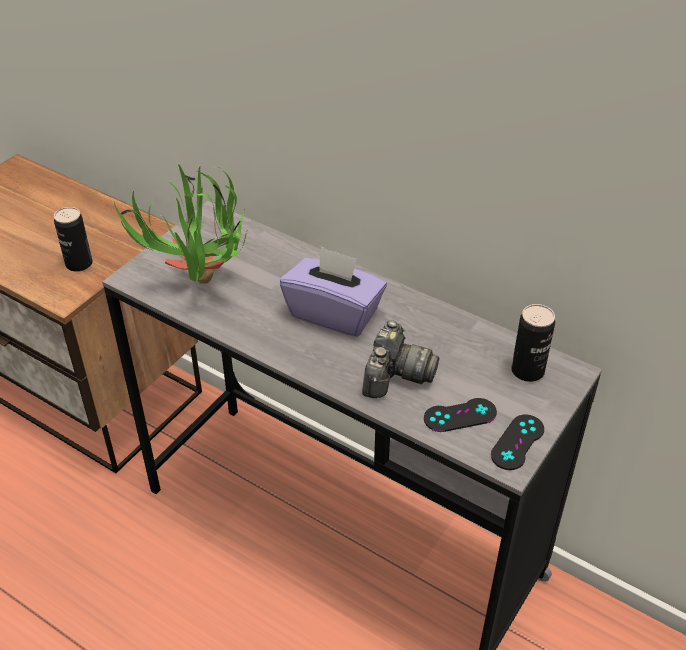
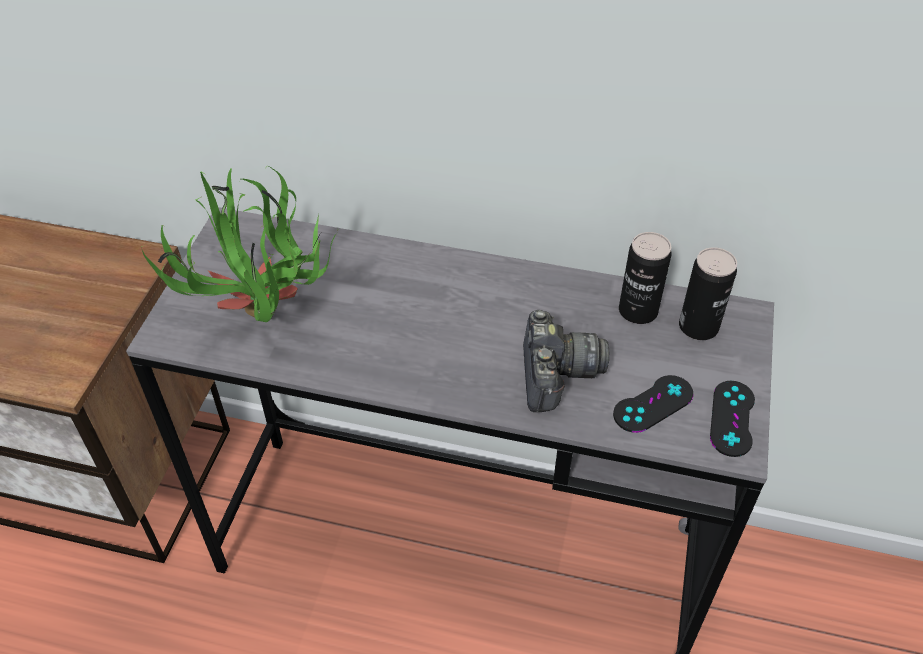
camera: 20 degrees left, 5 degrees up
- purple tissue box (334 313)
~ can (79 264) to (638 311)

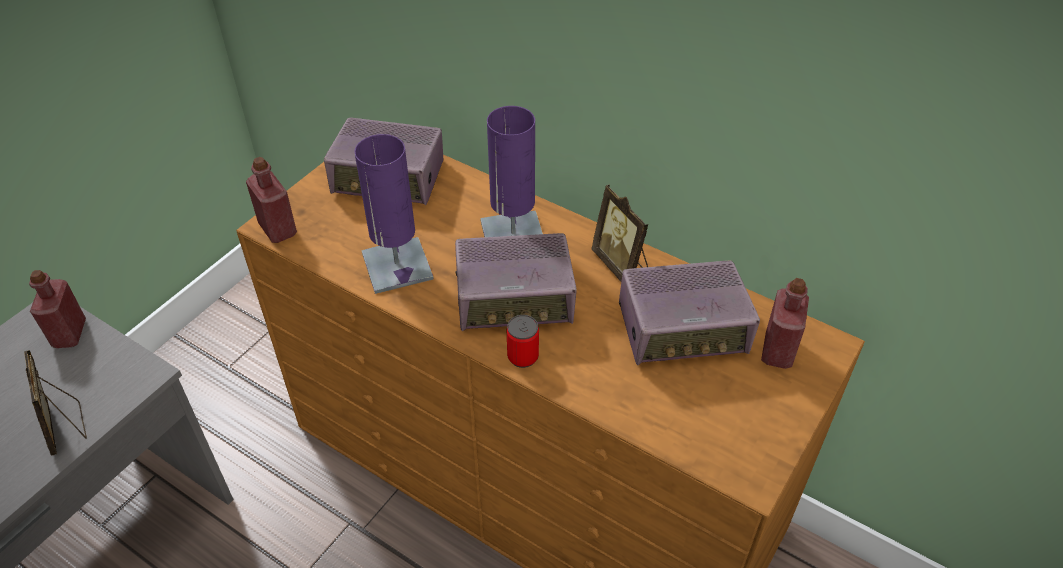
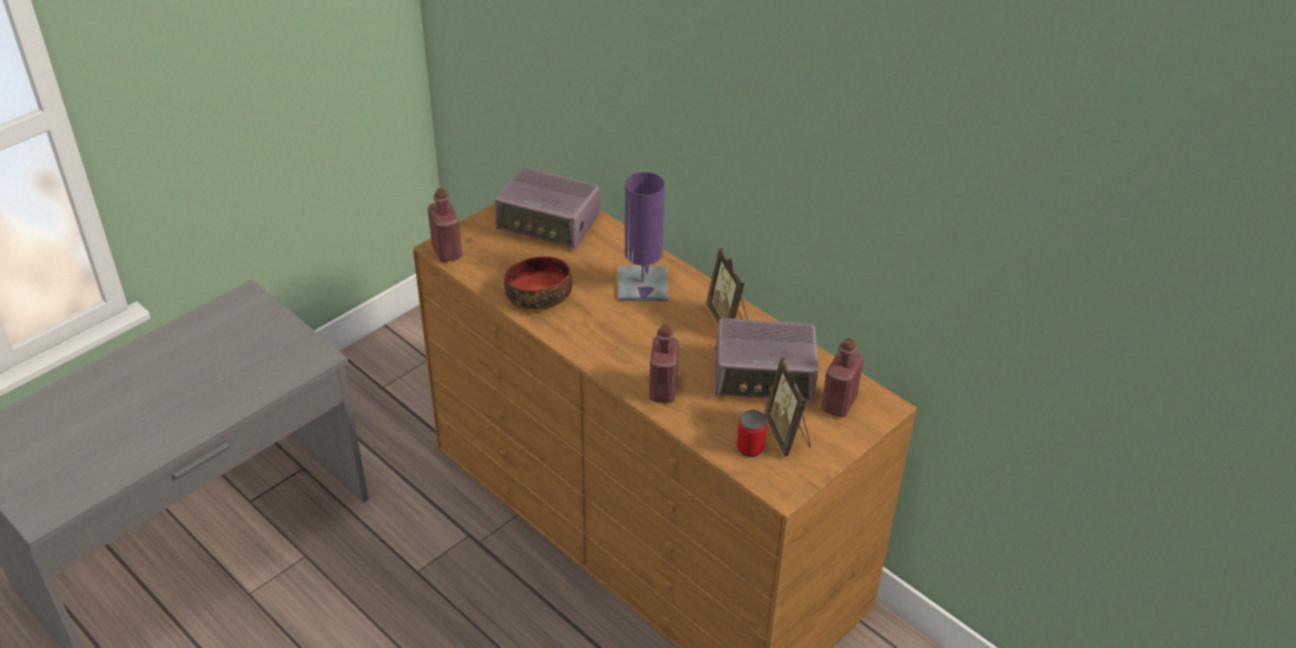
camera: 10 degrees right, 5 degrees down
- radio (515 299)
~ picture frame (66 427) to (788 435)
~ red bottle (69 333) to (663 390)
~ can (523 356) to (750 448)
~ purple table lamp (397 266) to bowl (539 294)

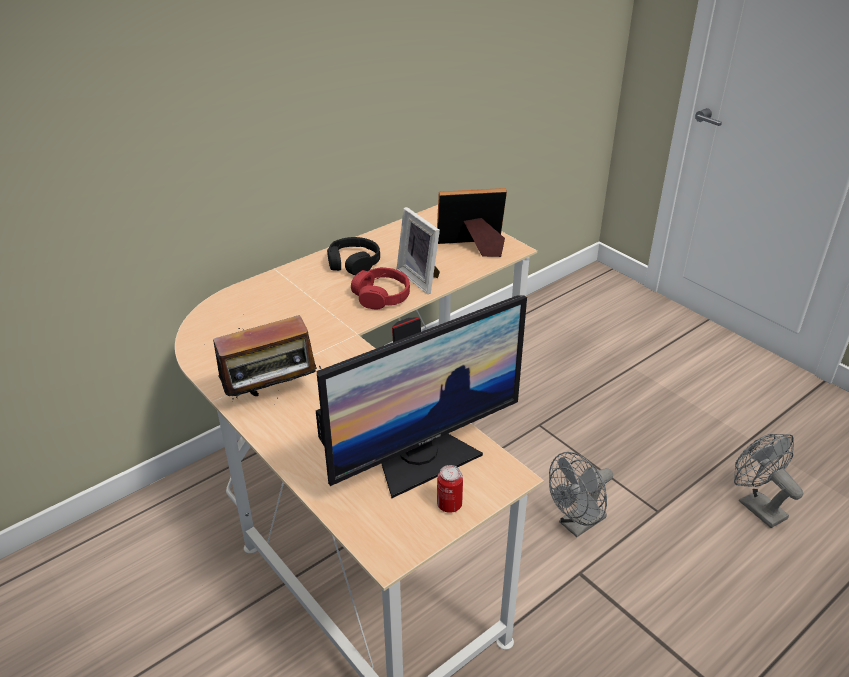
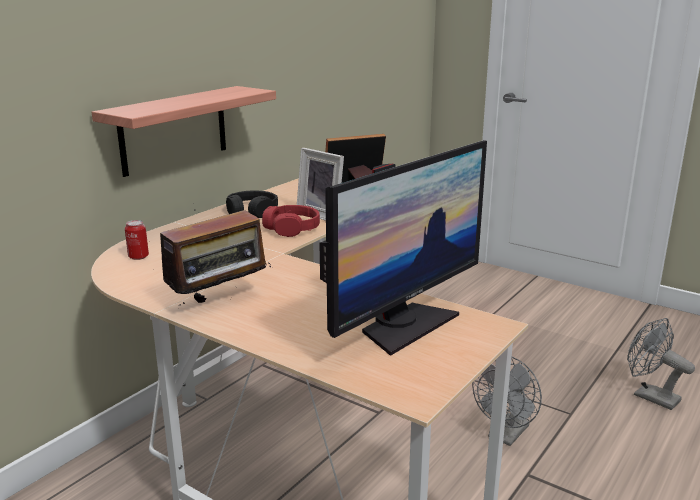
camera: 15 degrees left, 15 degrees down
+ shelf (174 130)
~ can (449 504) to (138 257)

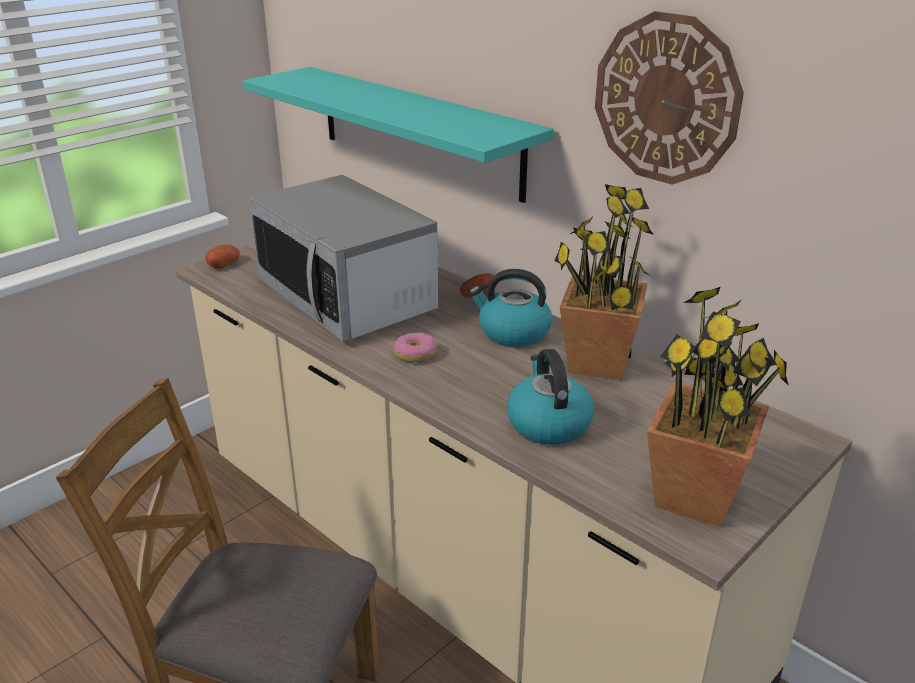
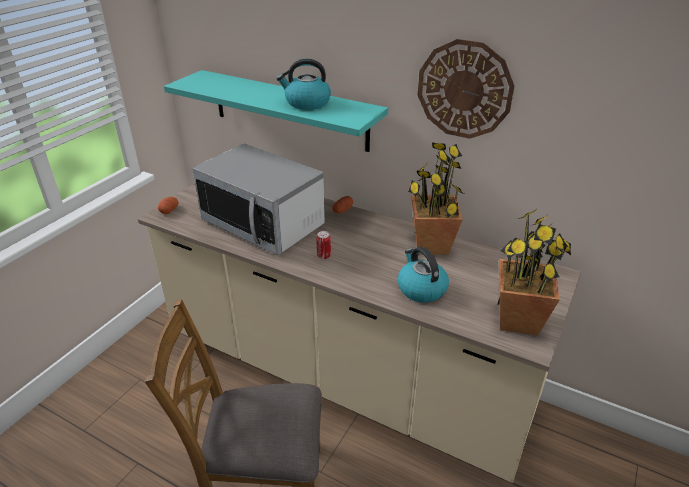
camera: 15 degrees left, 5 degrees up
~ kettle (513 332) to (306 103)
~ donut (415 354) to can (324 256)

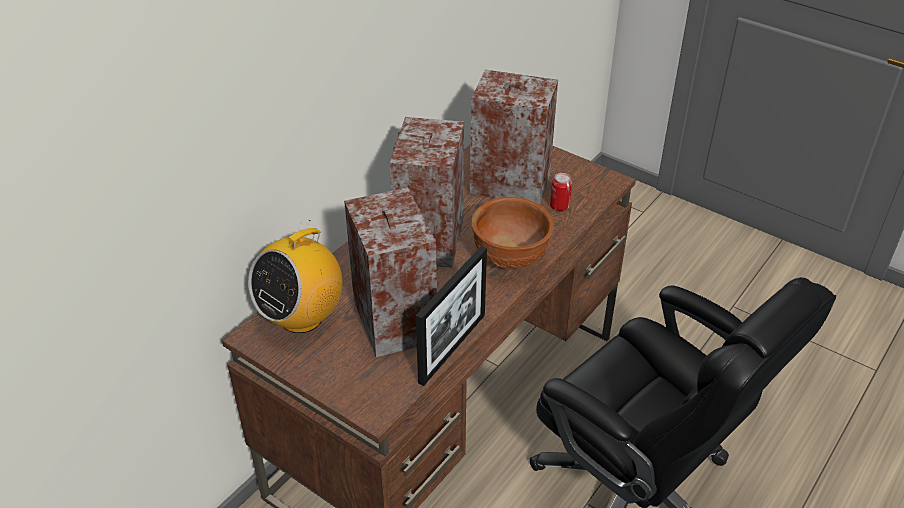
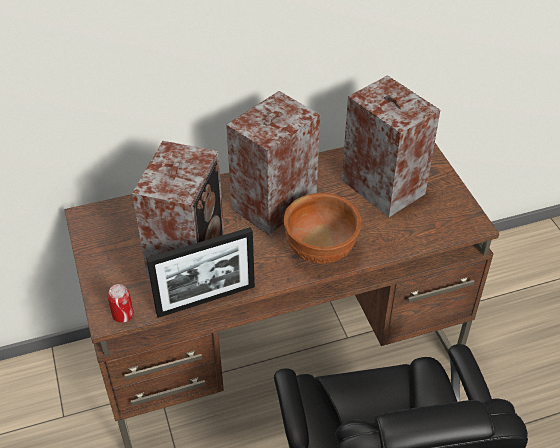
camera: 35 degrees right, 5 degrees up
- radio (302 317)
~ can (559 206) to (123 315)

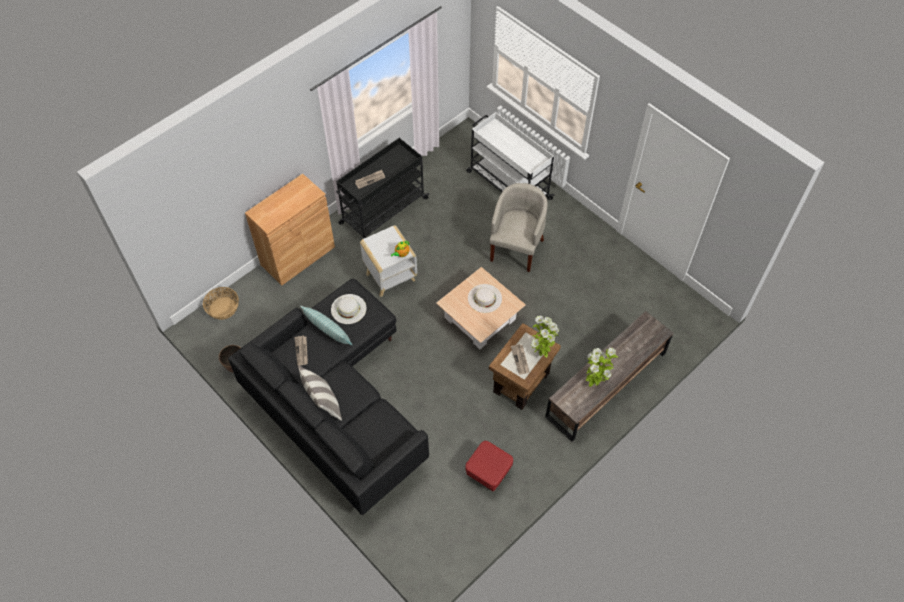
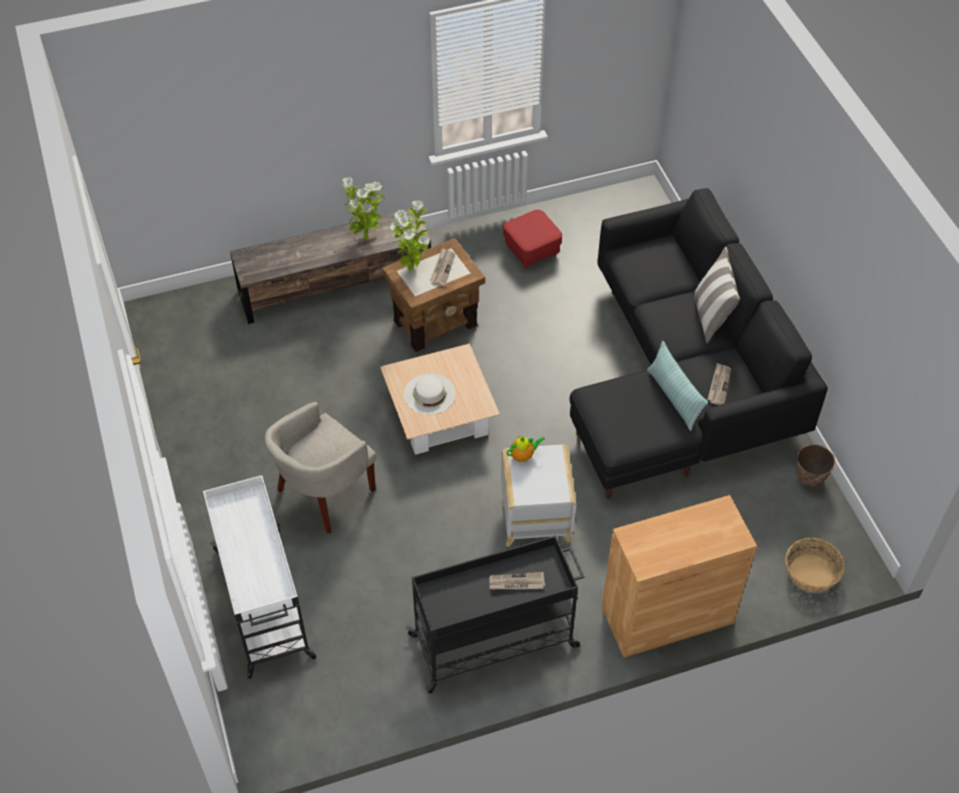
camera: 155 degrees left, 5 degrees down
- white hat (348 309)

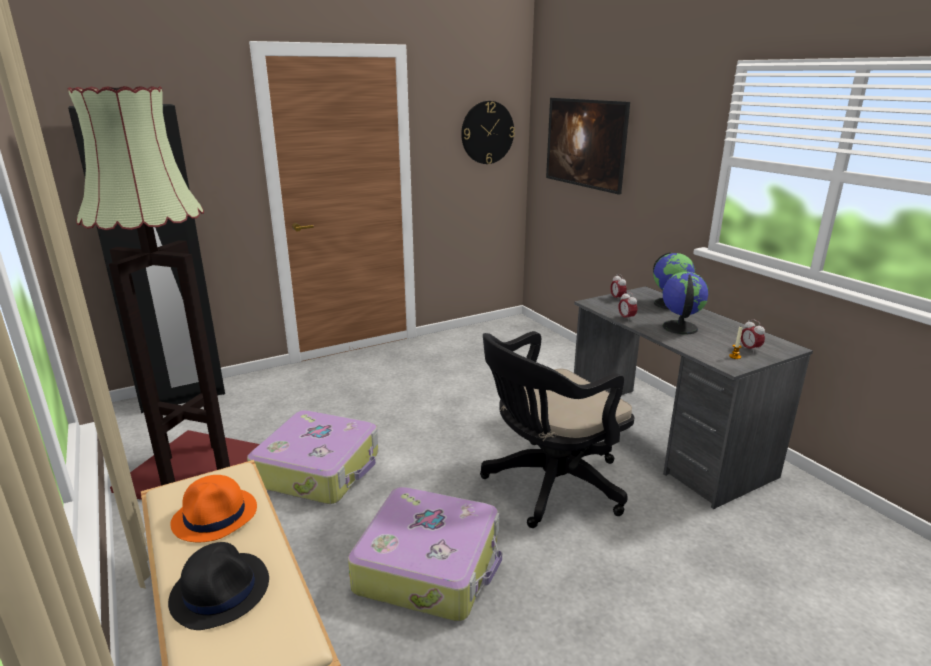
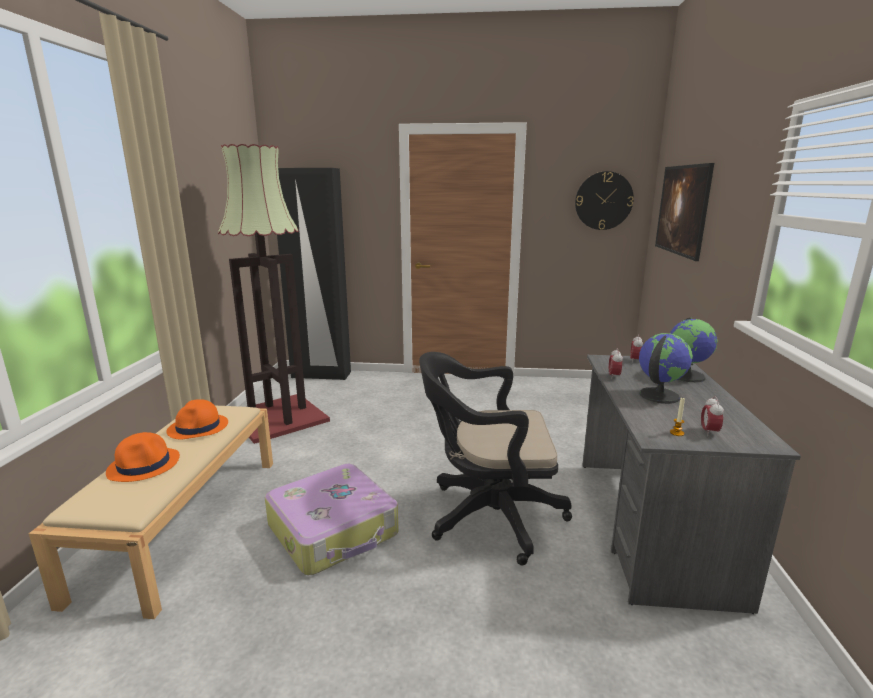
camera: 35 degrees right, 5 degrees down
- suitcase (319 469)
~ black hat (220 590) to orange hat (144 465)

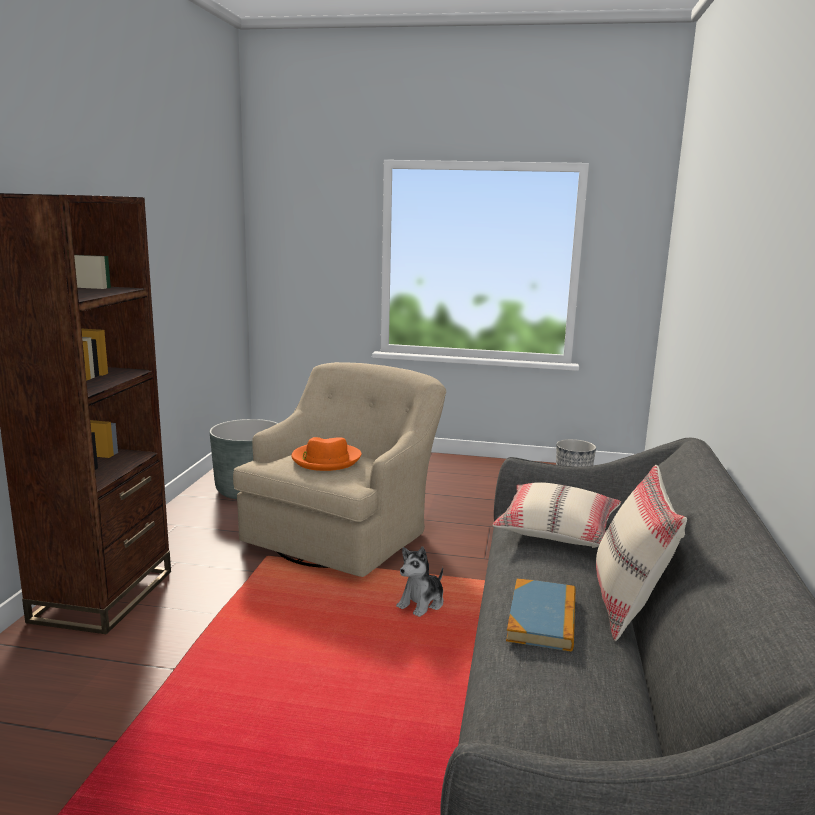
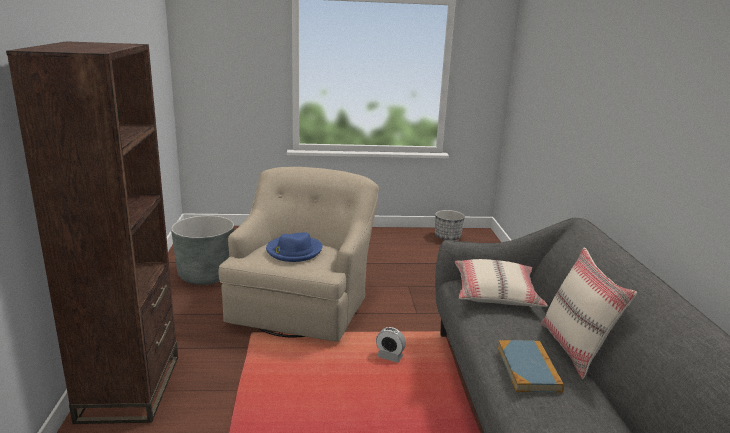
camera: 15 degrees left, 5 degrees up
~ plush toy (422 603) to alarm clock (389 357)
~ orange hat (325 460) to blue hat (293 251)

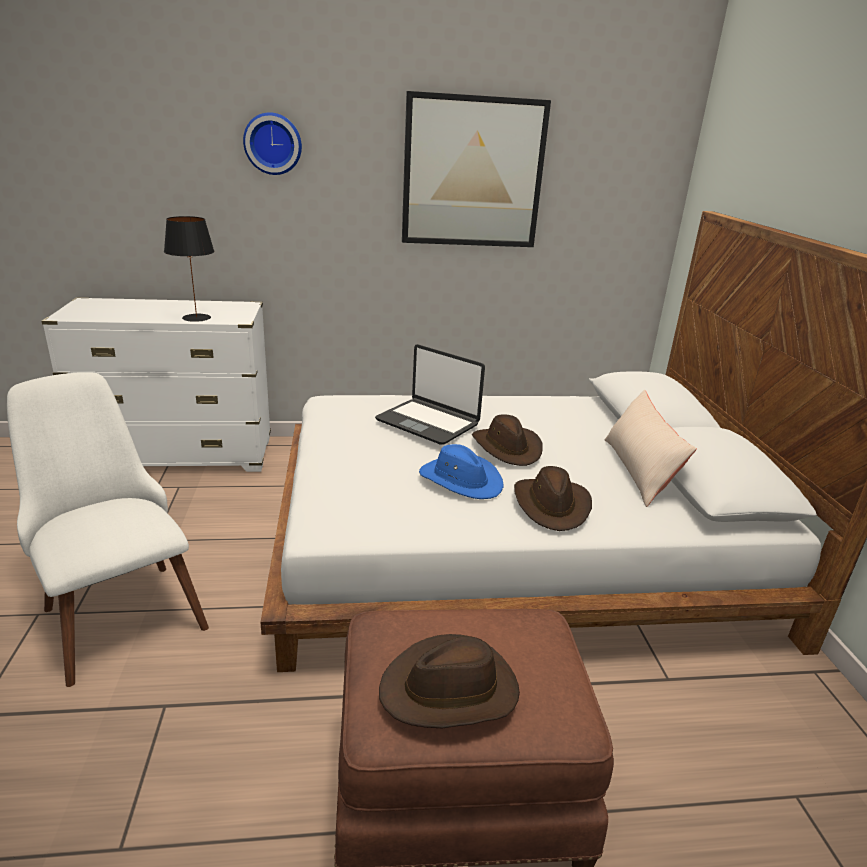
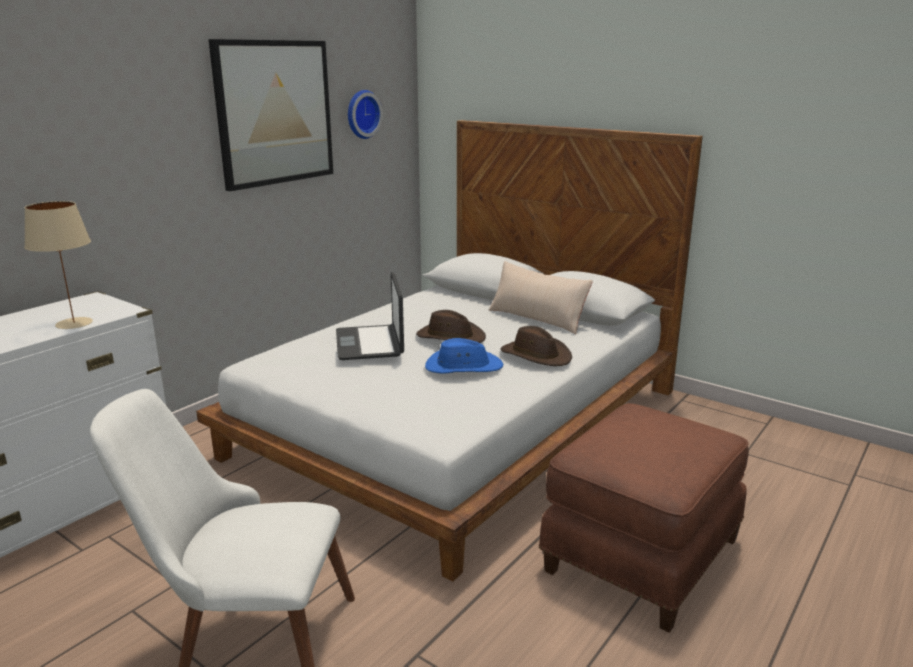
camera: 45 degrees left, 5 degrees down
- brown hat (450 690)
~ wall clock (273 144) to (361 114)
~ black table lamp (197 318) to beige table lamp (75 323)
~ laptop (428 422) = (370 344) 90 degrees clockwise

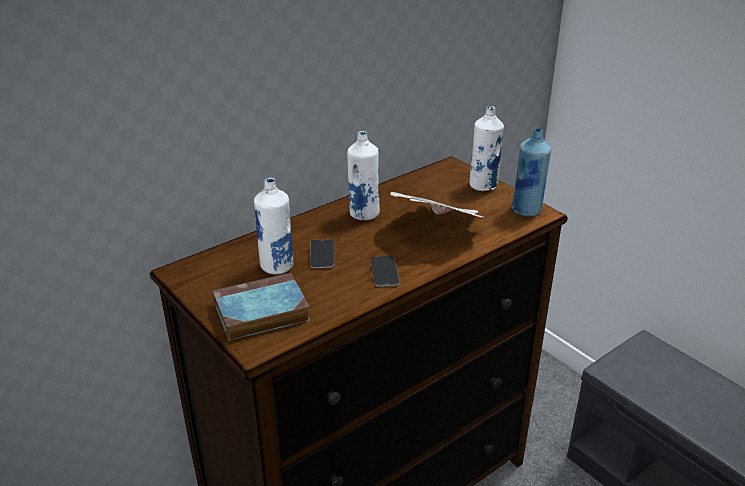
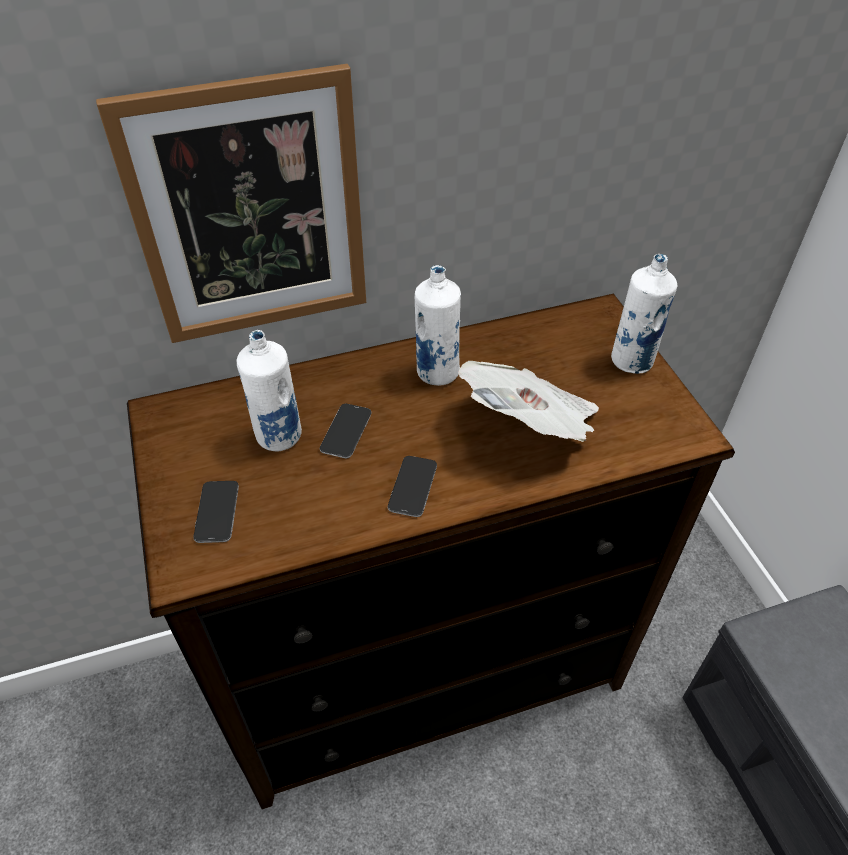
camera: 20 degrees right, 15 degrees up
- blue bottle (526 210)
+ picture (250 213)
~ book (259 313) to phone (217 512)

